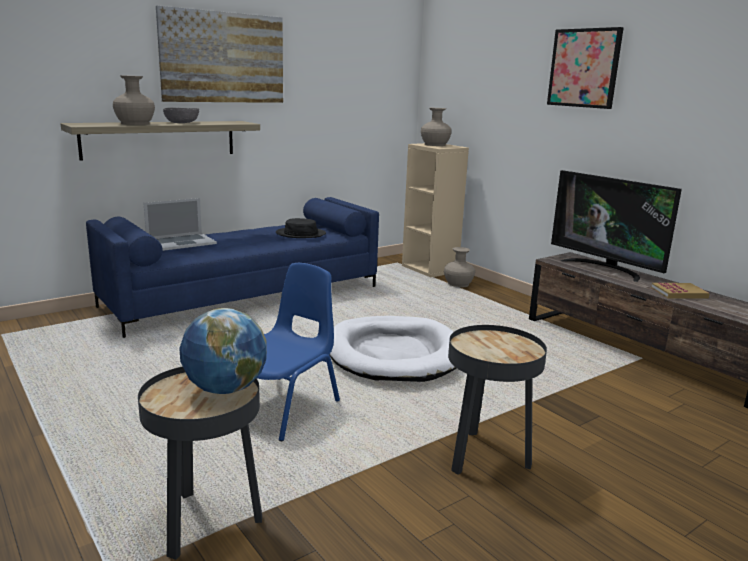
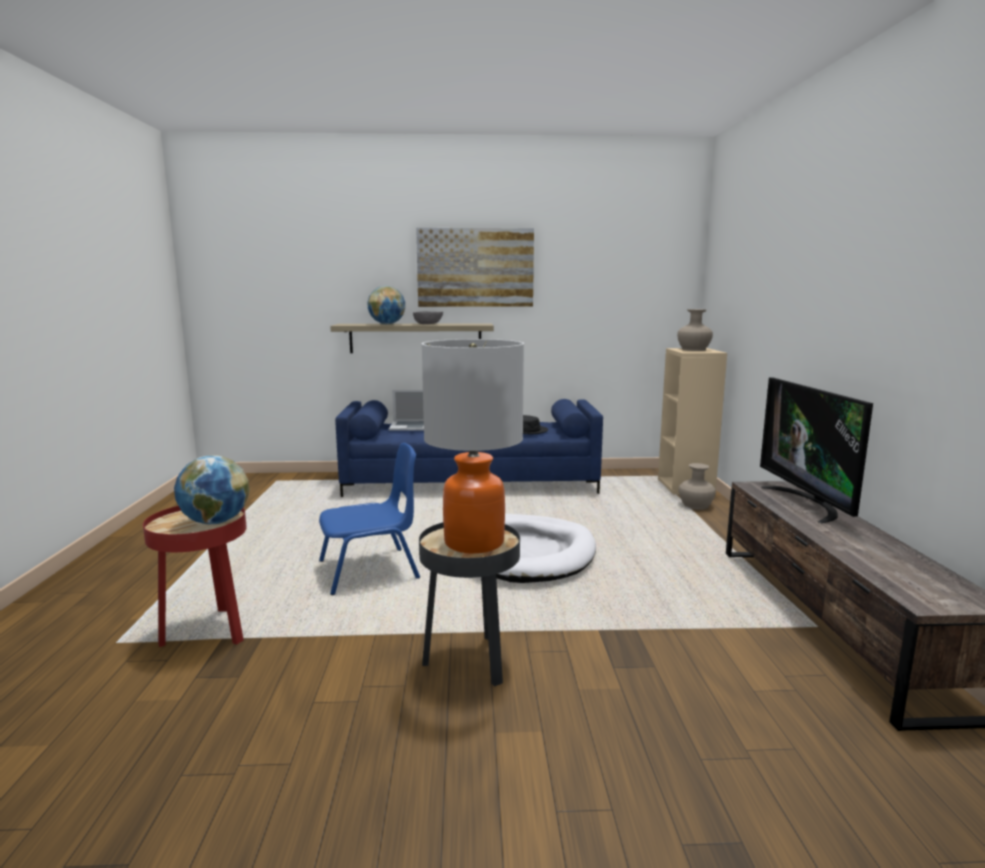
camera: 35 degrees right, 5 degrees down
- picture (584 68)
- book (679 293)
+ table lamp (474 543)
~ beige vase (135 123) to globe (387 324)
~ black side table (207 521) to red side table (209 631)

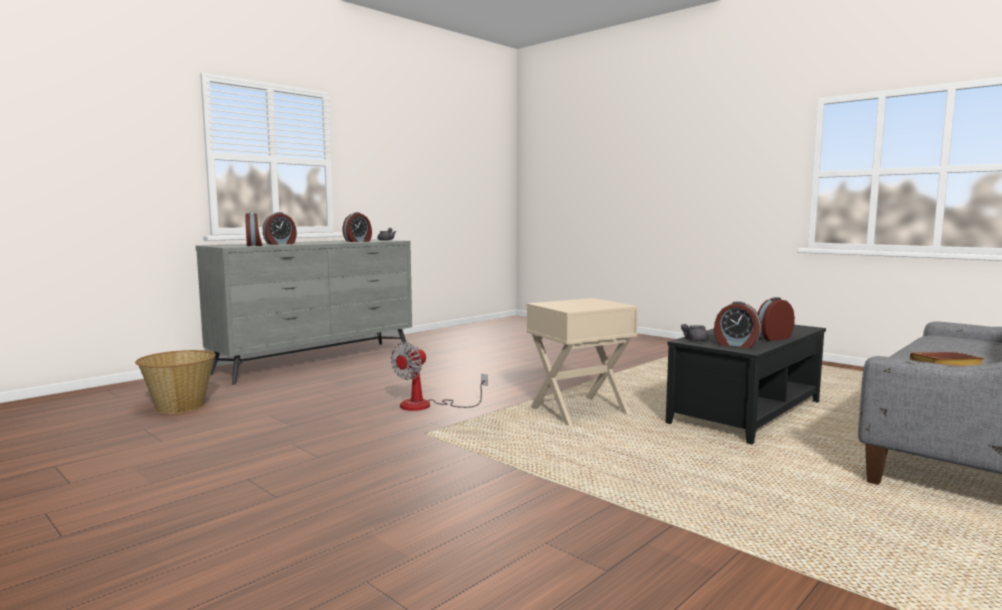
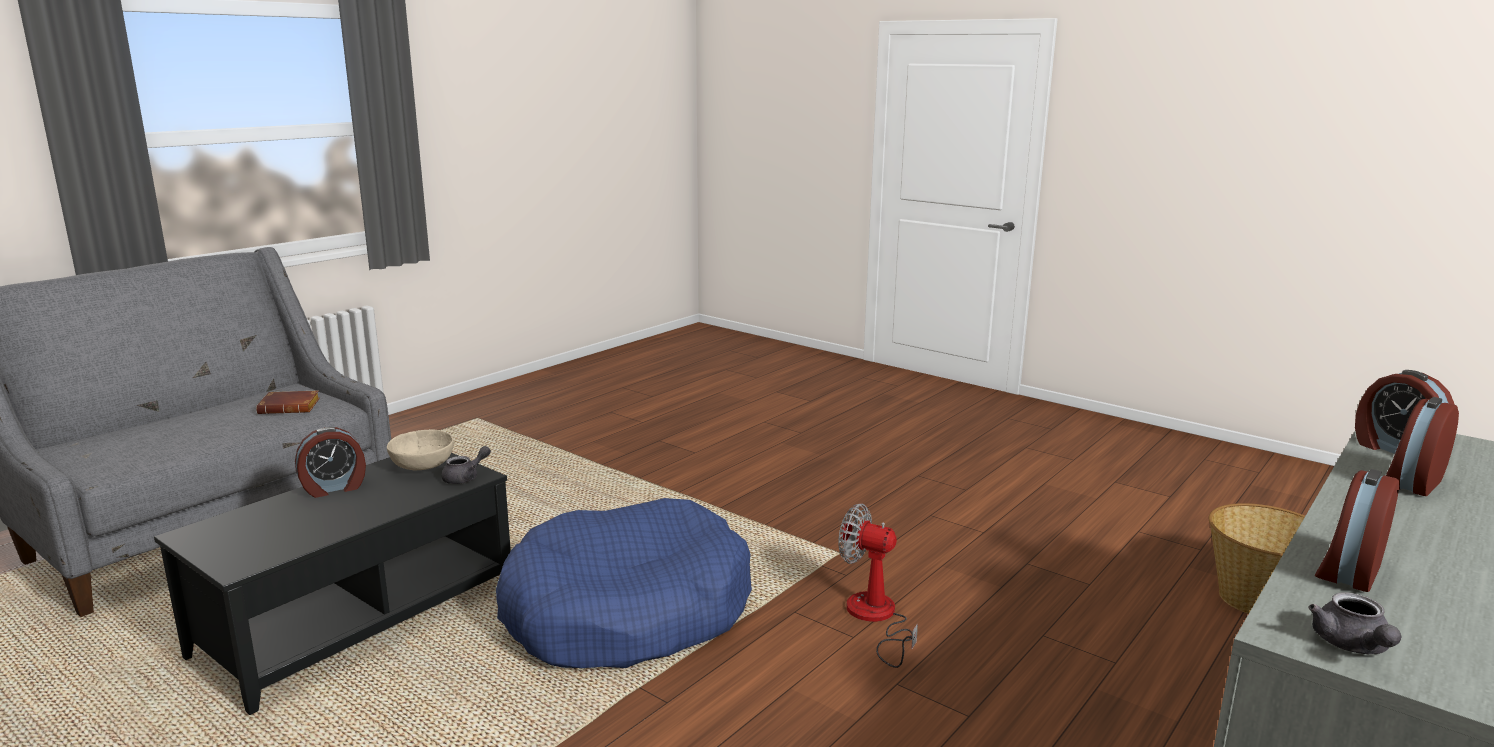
camera: 175 degrees right, 10 degrees up
~ beige side table (580 411) to blue dog bed (626 611)
~ alarm clock (736 345) to beige bowl (421 466)
~ fan (427 405) = (876 618) 90 degrees counterclockwise

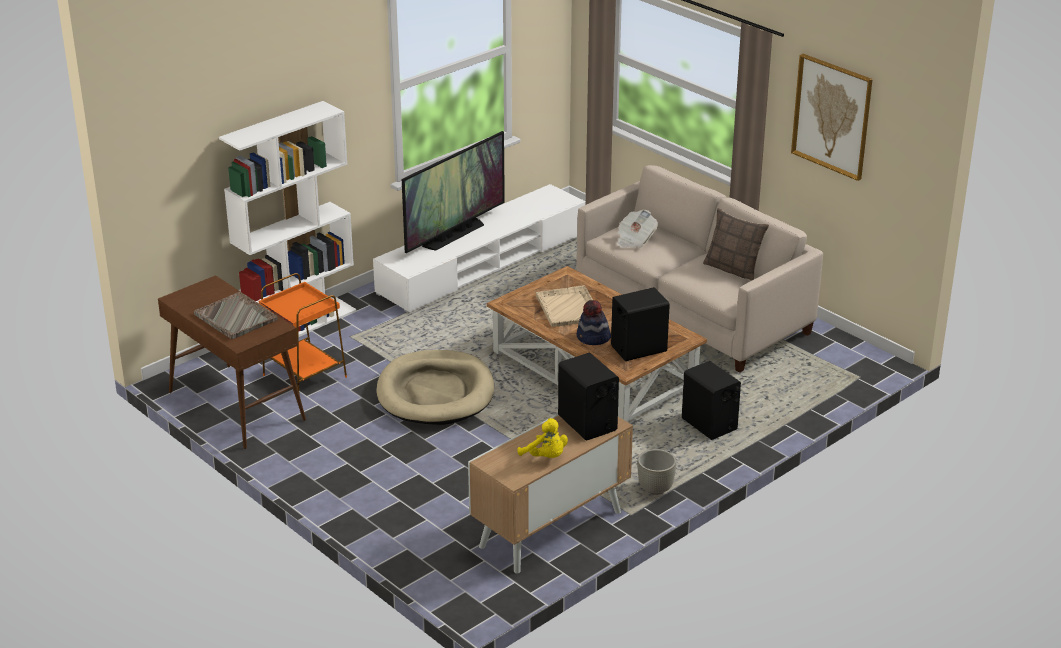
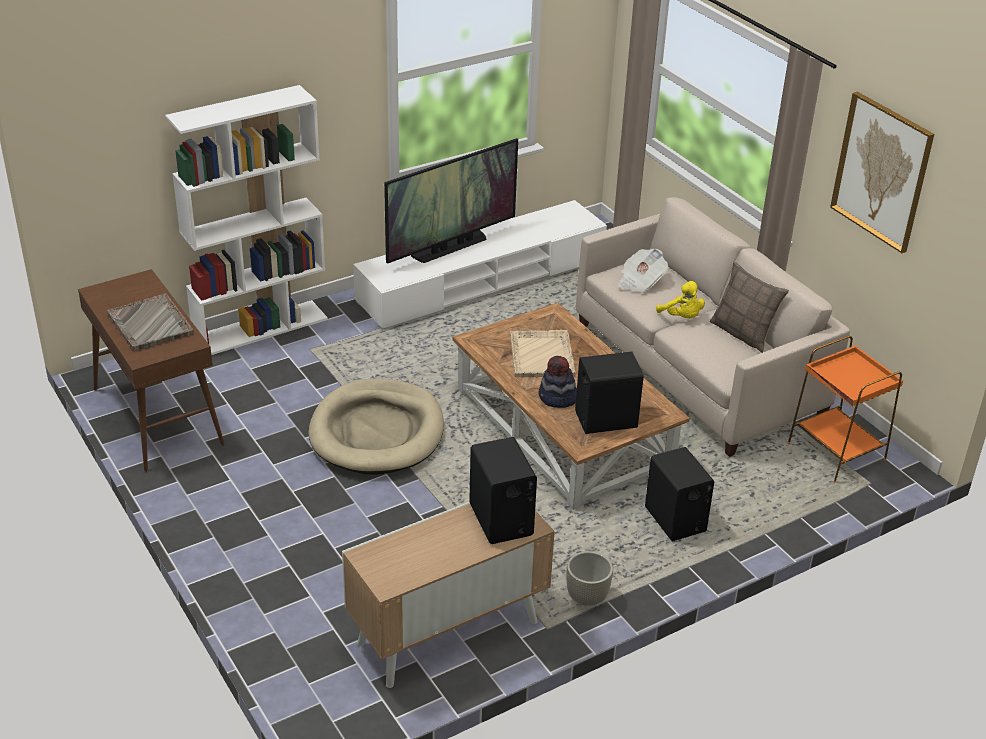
camera: 10 degrees right, 5 degrees up
~ orange side table (305 376) to (836 452)
~ yellow plush toy (545 457) to (682 317)

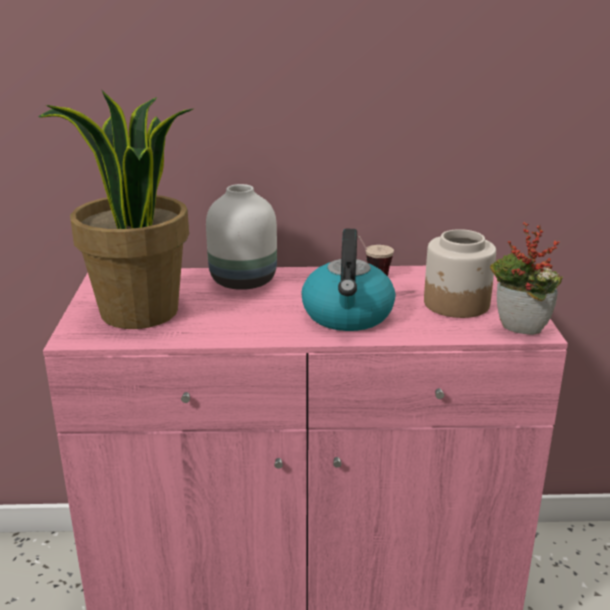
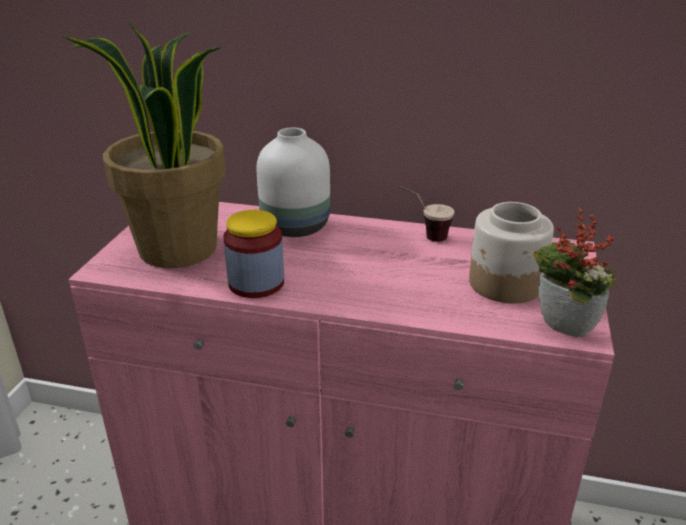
camera: 15 degrees right, 5 degrees up
- kettle (348 315)
+ jar (256 283)

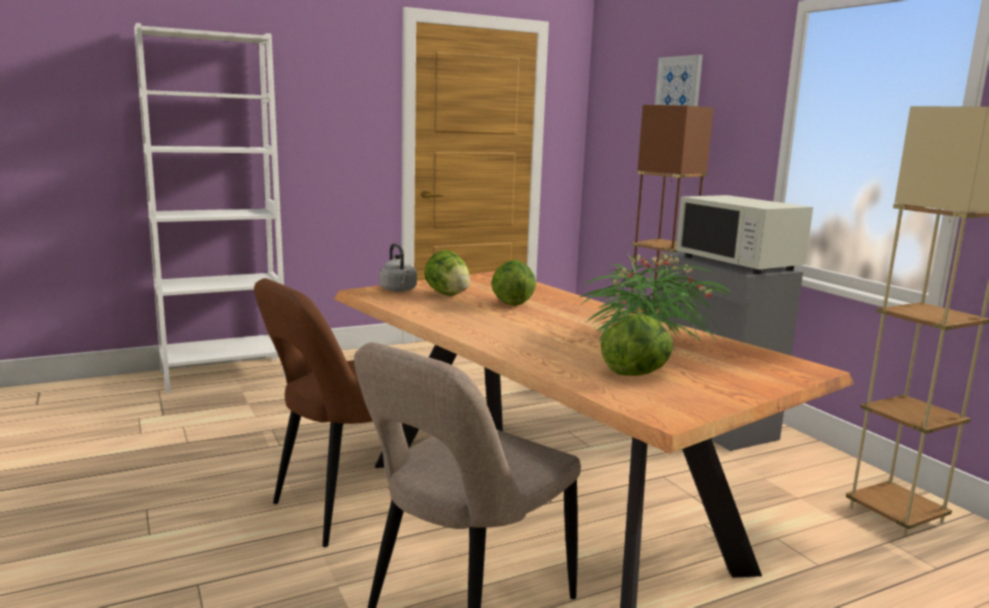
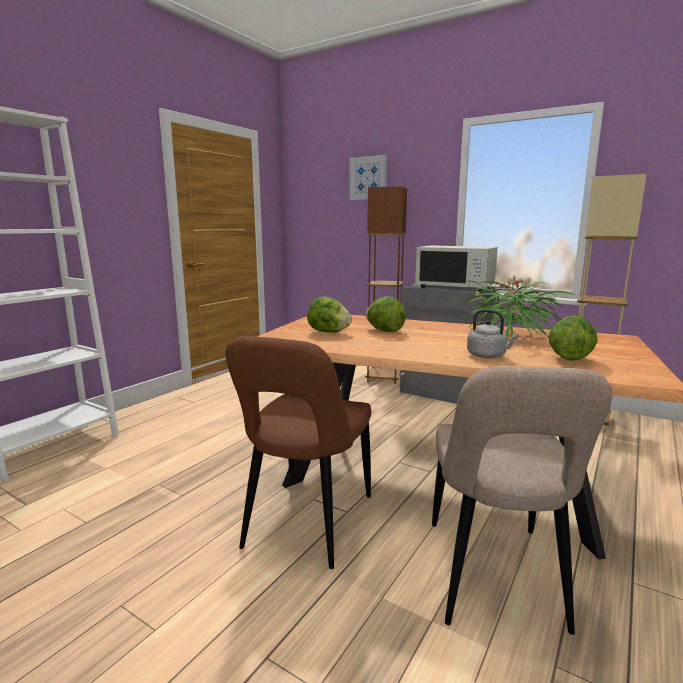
camera: 30 degrees left, 0 degrees up
~ grey kettle (399 290) to (488 356)

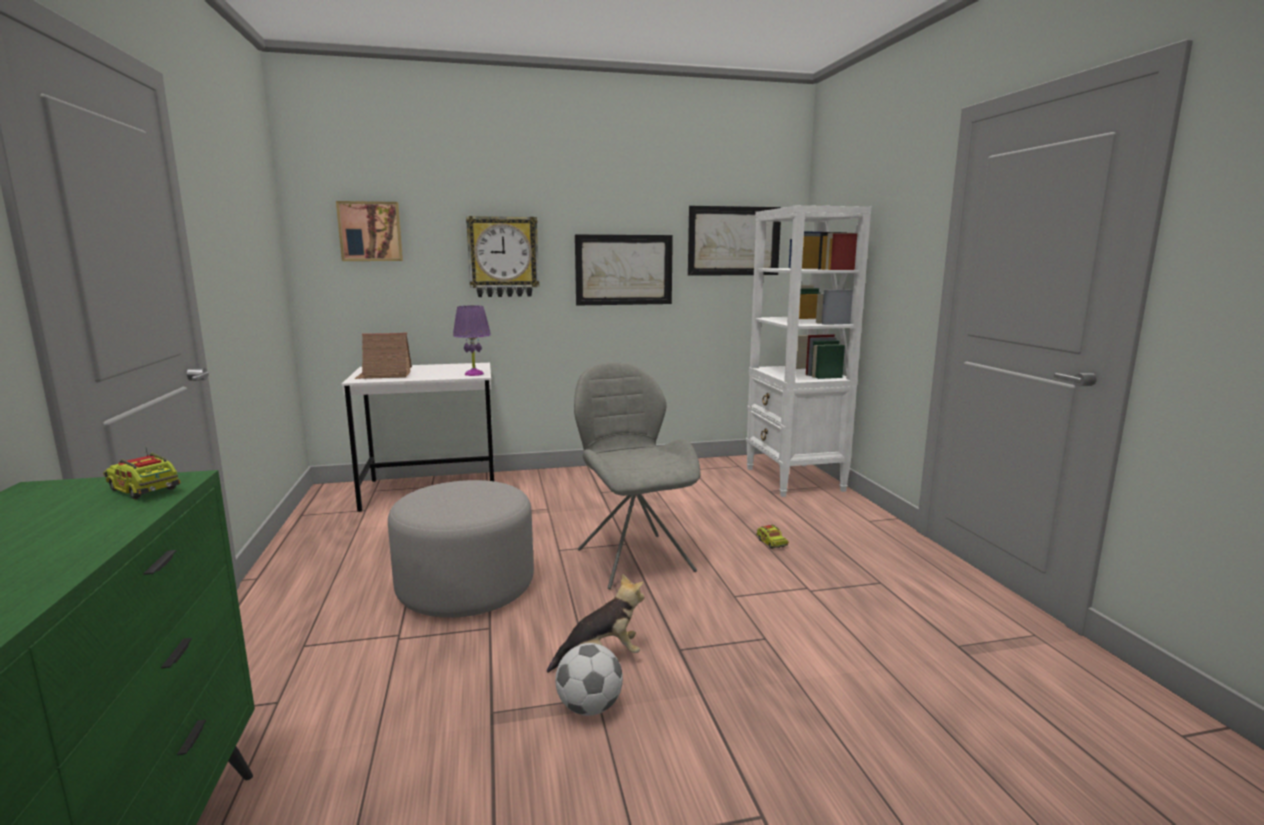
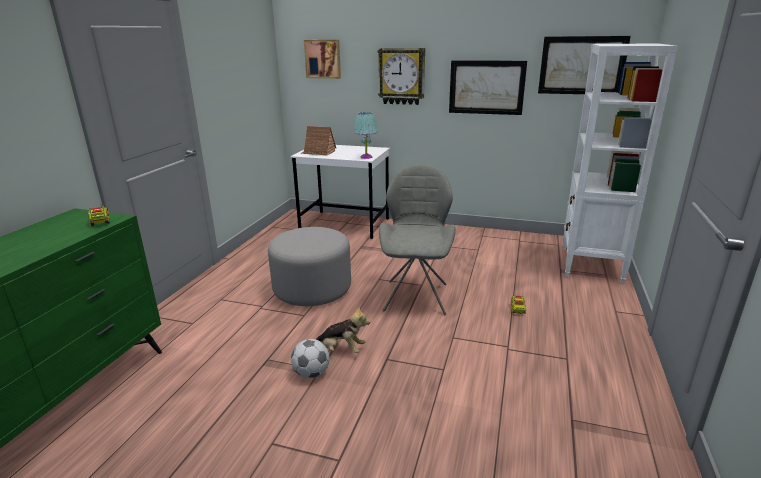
camera: 30 degrees right, 10 degrees up
~ purple table lamp (473 374) to turquoise table lamp (366 157)

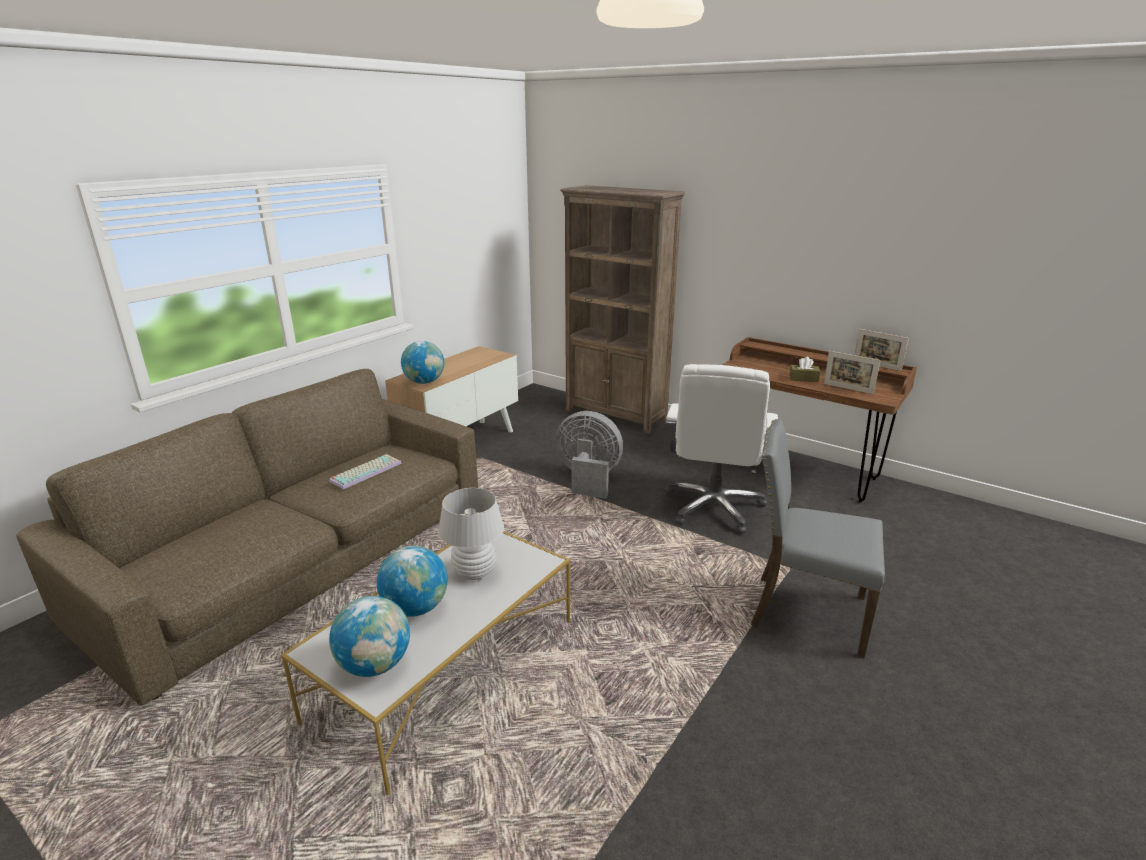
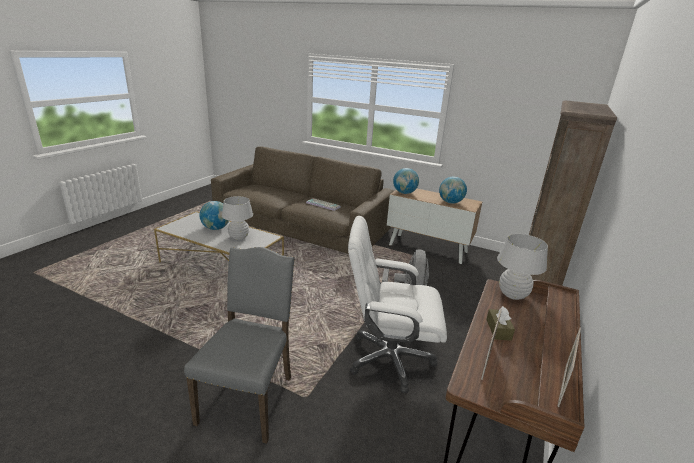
camera: 80 degrees right, 0 degrees up
+ white table lamp (512 295)
~ globe (375 665) to (450 202)

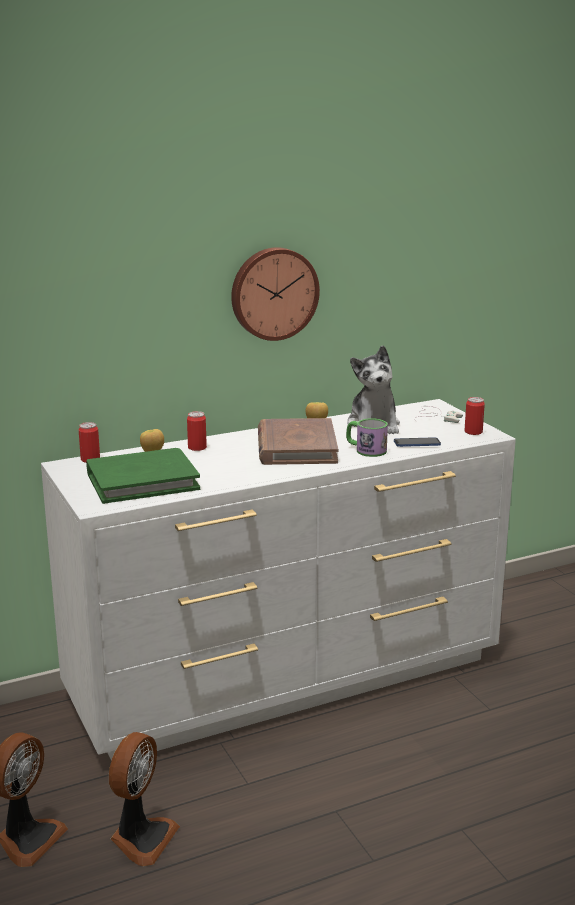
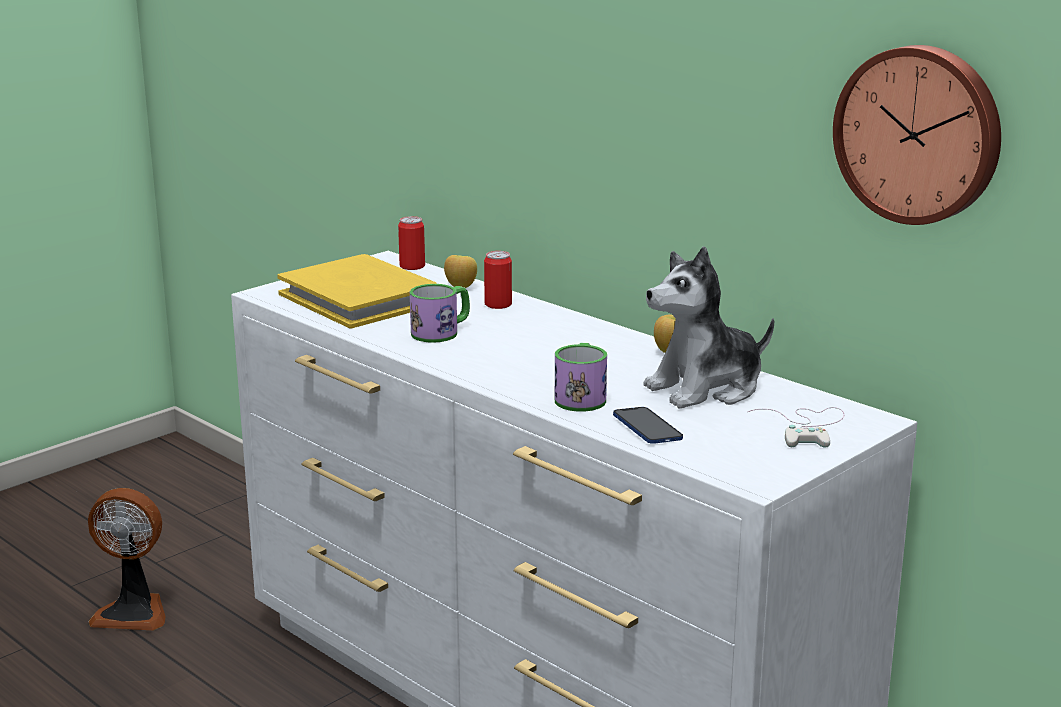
camera: 70 degrees right, 0 degrees up
- fan (141 838)
- brown book (296 447)
- can (473 432)
+ mug (441 332)
~ wall clock (273 293) to (919 134)
~ green book (142 481) to yellow book (360 299)

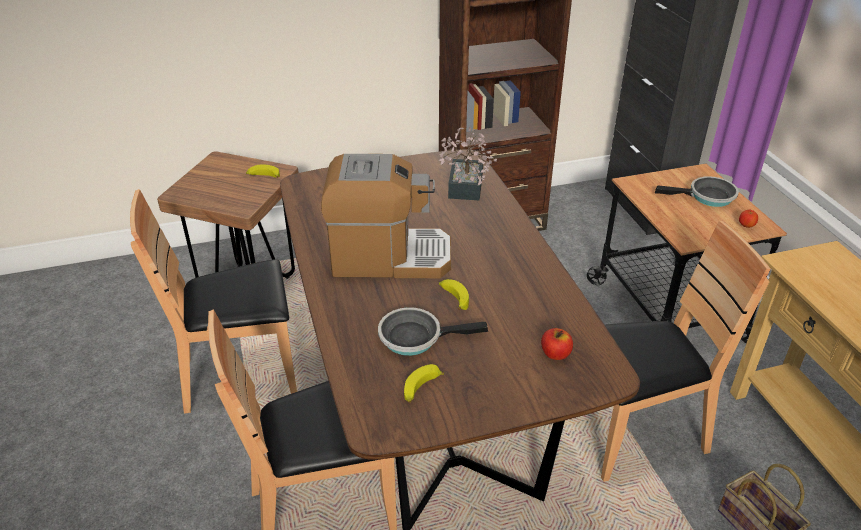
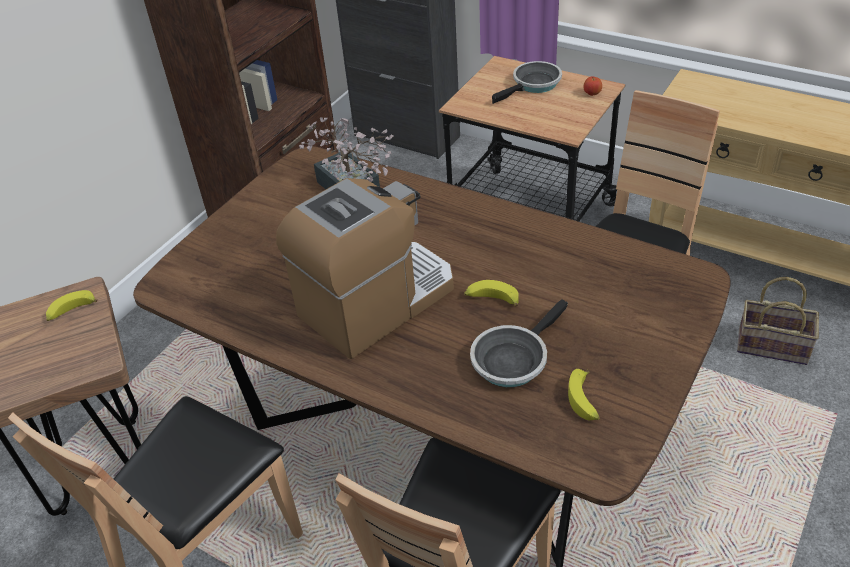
camera: 40 degrees left, 5 degrees up
- apple (555 354)

